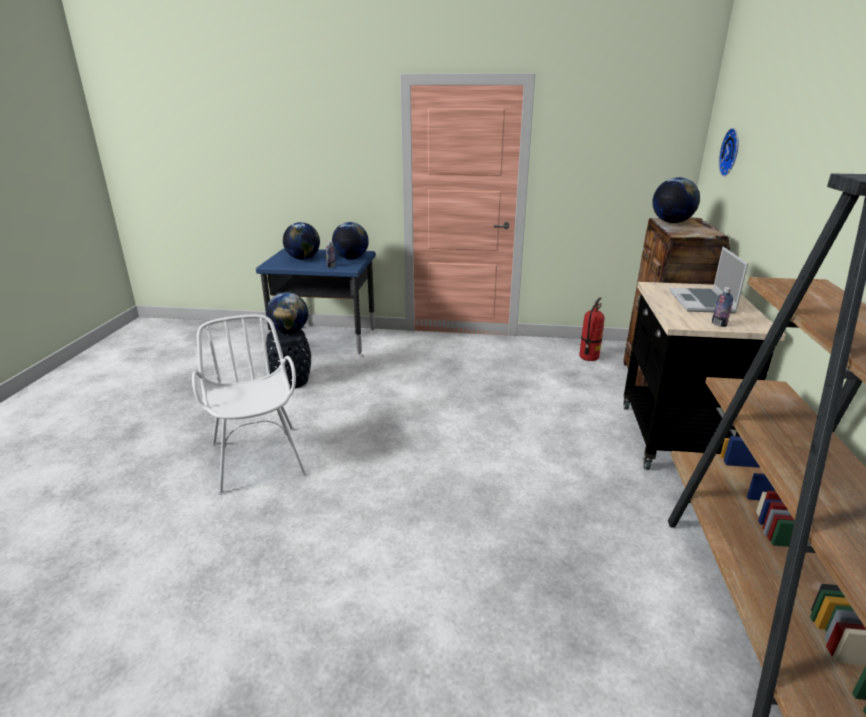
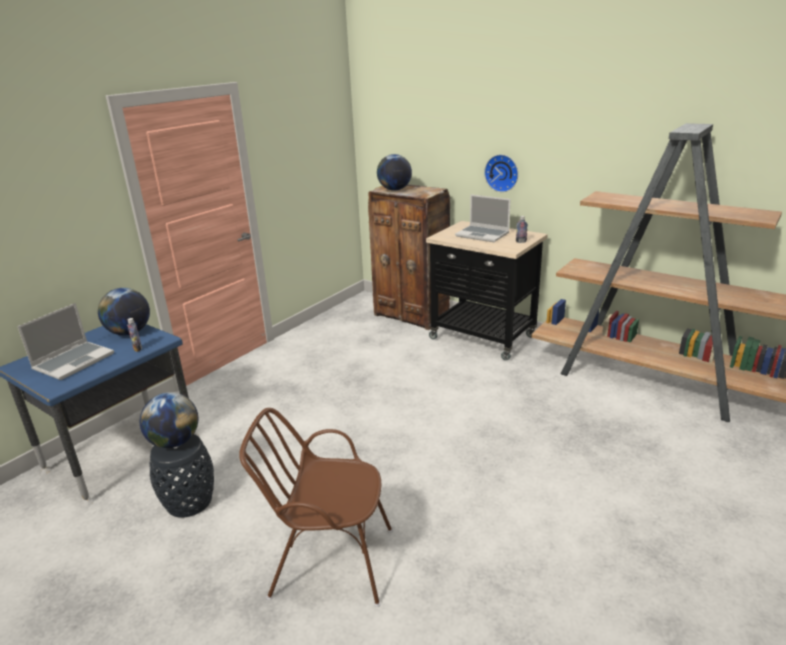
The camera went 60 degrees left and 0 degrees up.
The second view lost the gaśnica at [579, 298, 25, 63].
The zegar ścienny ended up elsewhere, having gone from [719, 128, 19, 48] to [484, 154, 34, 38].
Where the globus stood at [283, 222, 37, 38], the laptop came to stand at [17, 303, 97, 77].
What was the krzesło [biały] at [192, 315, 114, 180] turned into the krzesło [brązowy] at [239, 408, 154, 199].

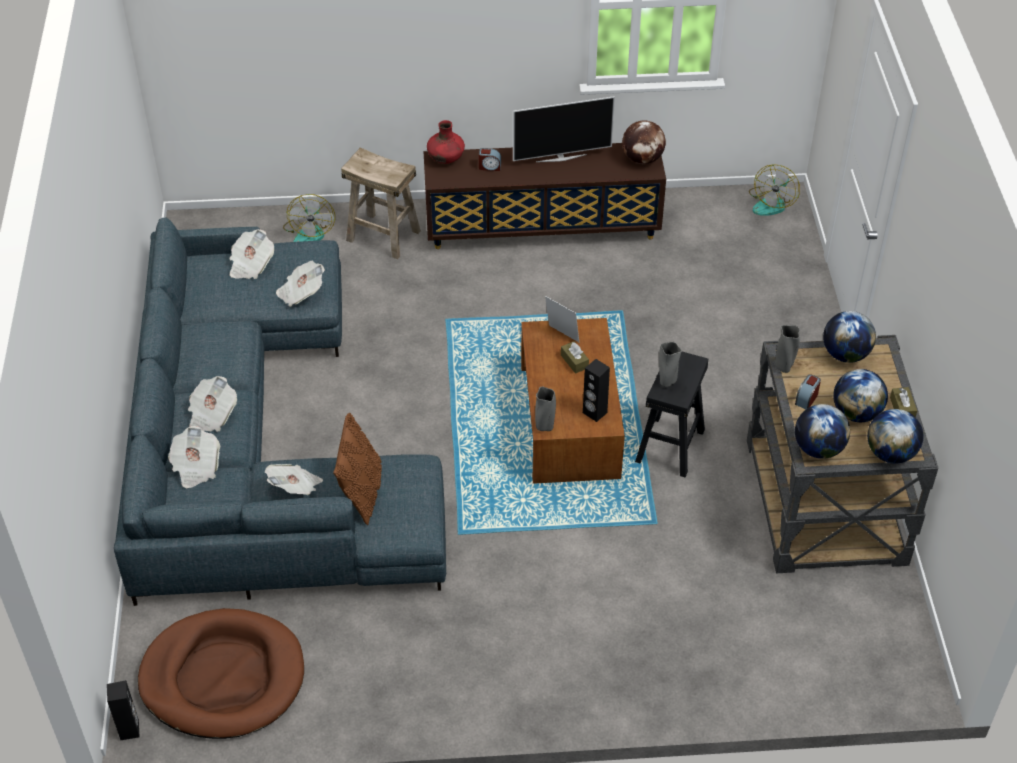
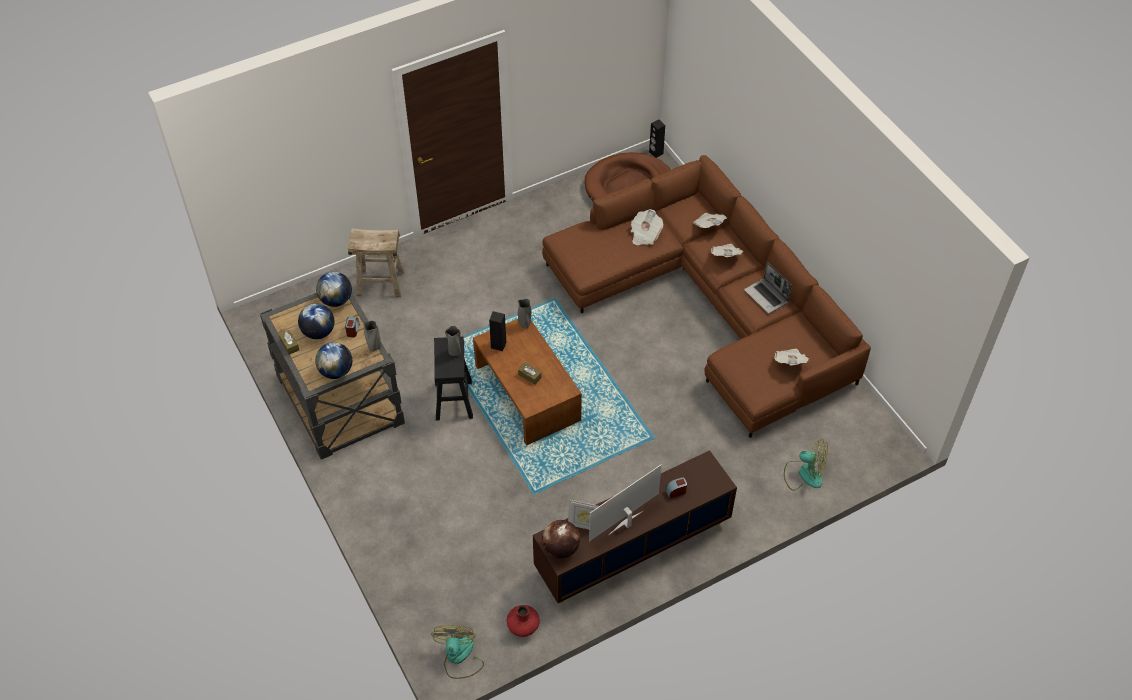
The camera went 155 degrees right and 5 degrees up.
The second view lost the gazeta at [276, 261, 49, 46].
The second view lost the poduszka [brązowy] at [333, 413, 49, 112].
The second view lost the globus at [867, 409, 56, 55].
The second view gained the laptop at [744, 262, 48, 52].
The stołek [beżowy] ended up elsewhere, having gone from [341, 147, 80, 112] to [348, 228, 57, 70].
The wazon [czerwony] ended up elsewhere, having gone from [427, 120, 38, 44] to [507, 605, 33, 32].
The ramka na zdjęcie ended up elsewhere, having gone from [545, 296, 34, 46] to [568, 500, 31, 30].
What was the kanapa [niebieski] at [114, 218, 332, 388] turned into the kanapa [brązowy] at [542, 155, 329, 283].
The wentylator at [283, 194, 52, 48] ended up facing another way, 135 degrees clockwise from before.

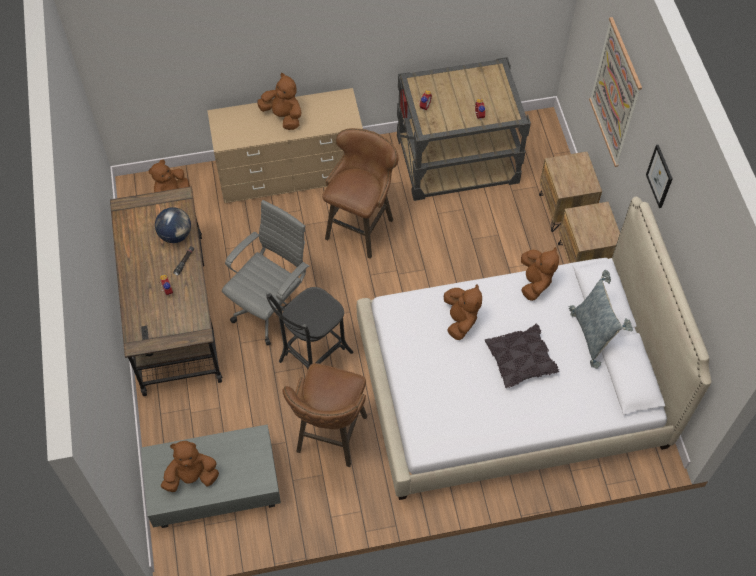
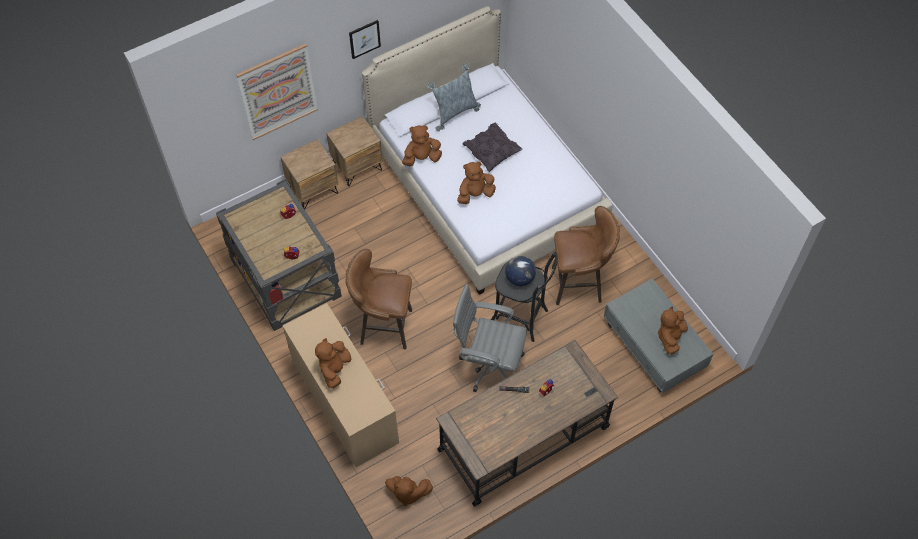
The camera went 110 degrees left and 0 degrees up.
The globus ended up elsewhere, having gone from [155, 207, 36, 36] to [505, 256, 31, 30].
The pluszak [brązowy] at [161, 441, 58, 51] ended up facing another way, 60 degrees clockwise from before.

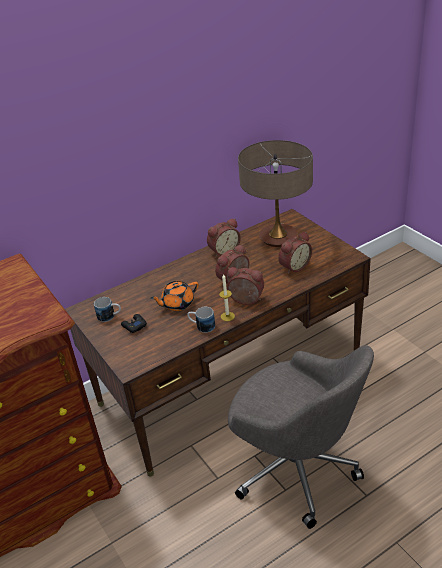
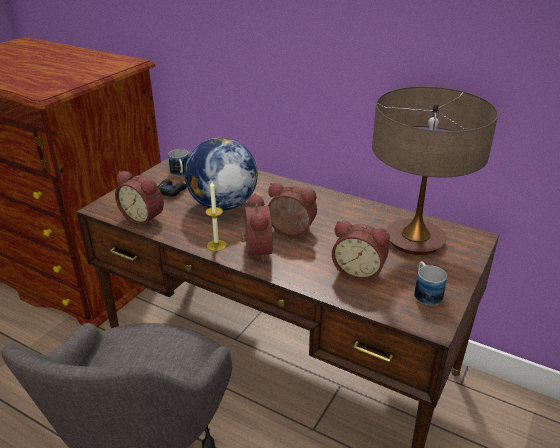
The camera went 60 degrees right and 5 degrees down.
The kubek ended up elsewhere, having gone from [187, 307, 28, 26] to [414, 261, 33, 45].
The budzik ended up elsewhere, having gone from [207, 219, 34, 39] to [115, 171, 49, 55].
Where the imbryk [pomarańczowy] stood at [150, 281, 49, 30], the globus came to stand at [184, 137, 74, 74].

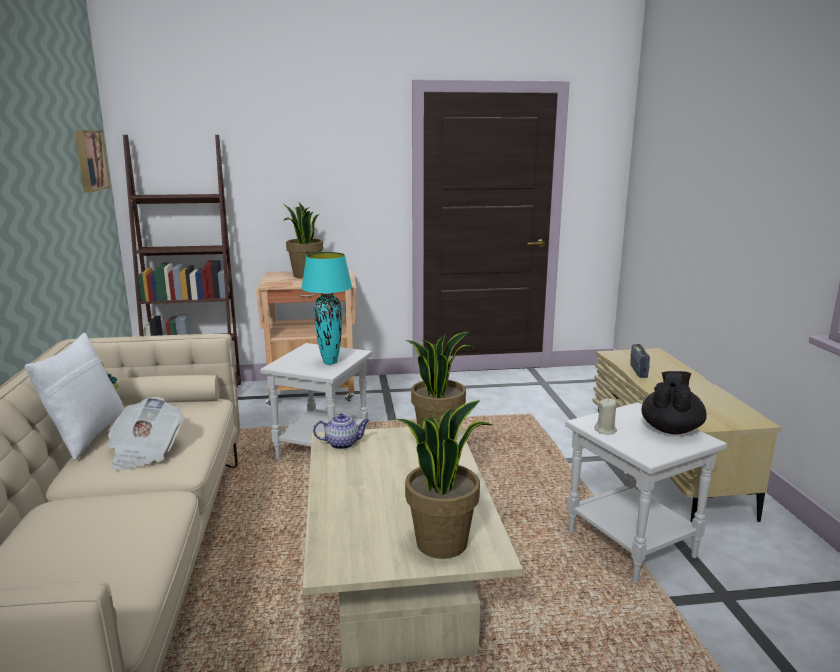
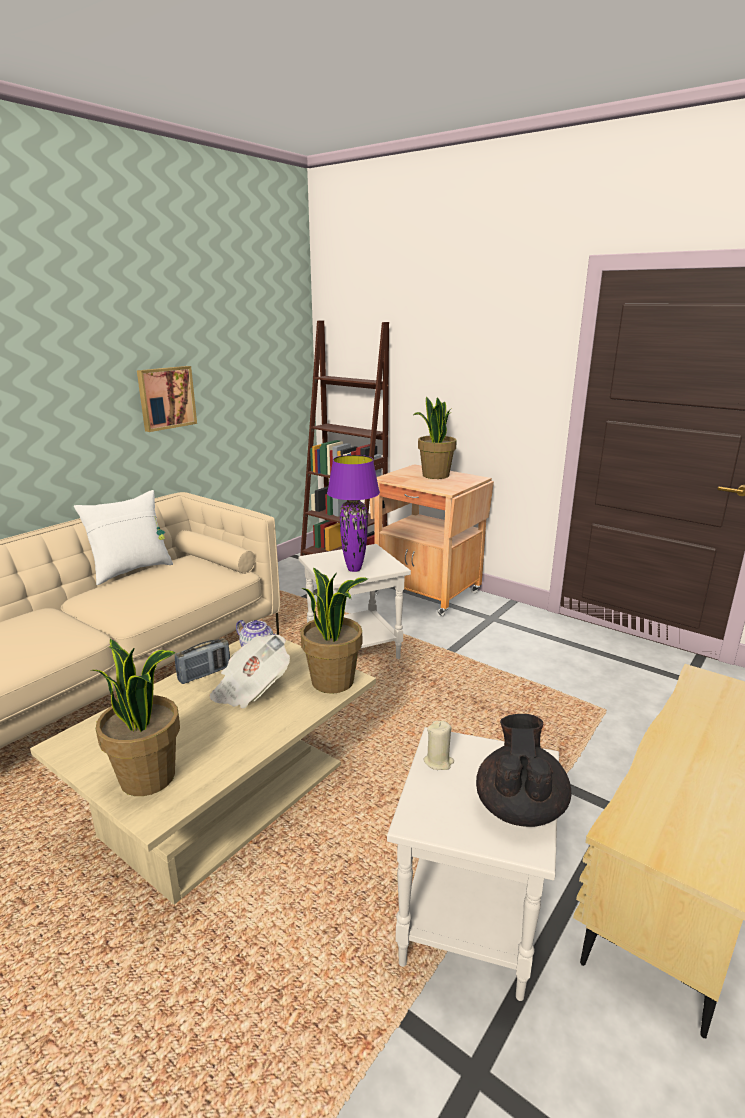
The camera went 45 degrees right and 5 degrees up.
The obraz ended up elsewhere, having gone from [75, 130, 36, 62] to [137, 366, 60, 66].
The gazeta ended up elsewhere, having gone from [107, 397, 77, 73] to [210, 635, 80, 74].
The radio ended up elsewhere, having gone from [631, 344, 19, 34] to [175, 638, 55, 46].
What was the lampa stołowa [turkusowy] at [301, 252, 51, 113] turned into the lampa stołowa [fioletowy] at [327, 455, 53, 117].
The imbryk [czarny] at [642, 371, 65, 63] ended up facing another way, 60 degrees counterclockwise from before.

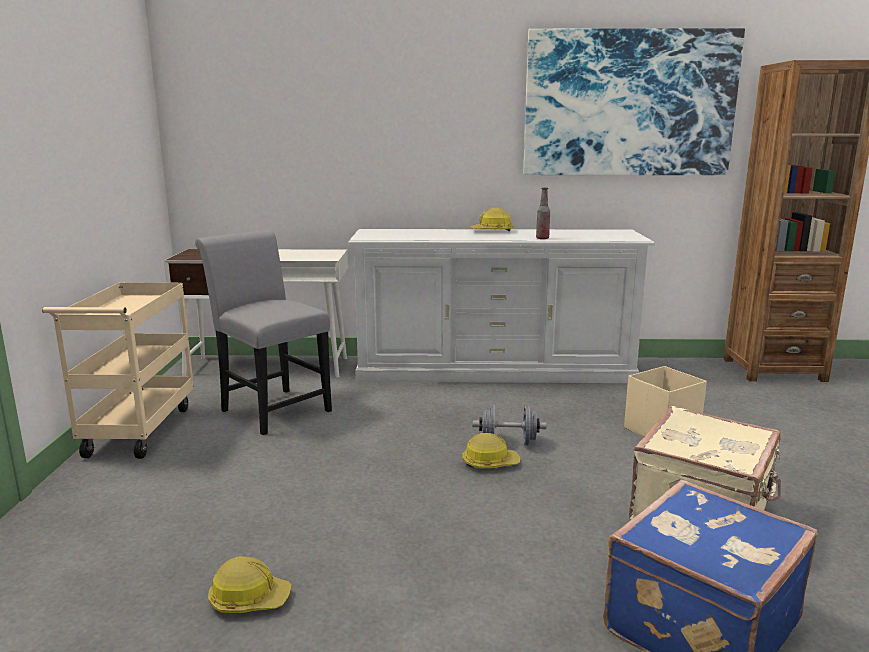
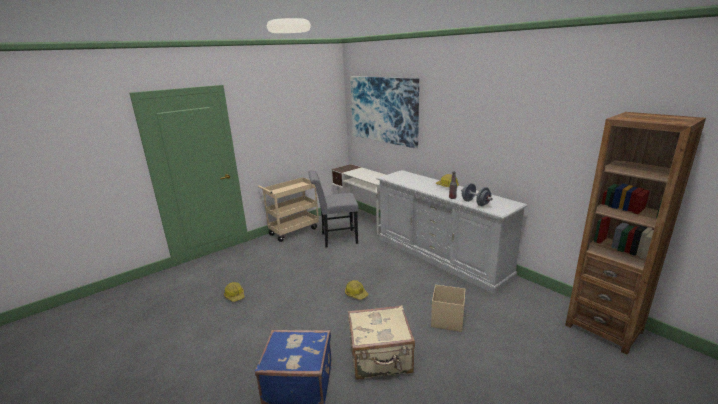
The camera went 50 degrees right and 5 degrees up.
The hantel [szary] ended up elsewhere, having gone from [473, 404, 73, 41] to [461, 183, 32, 23].
The obraz ended up elsewhere, having gone from [523, 28, 222, 147] to [350, 76, 69, 73].
The krzesło [szary] at [195, 230, 137, 205] ended up facing another way, 105 degrees counterclockwise from before.

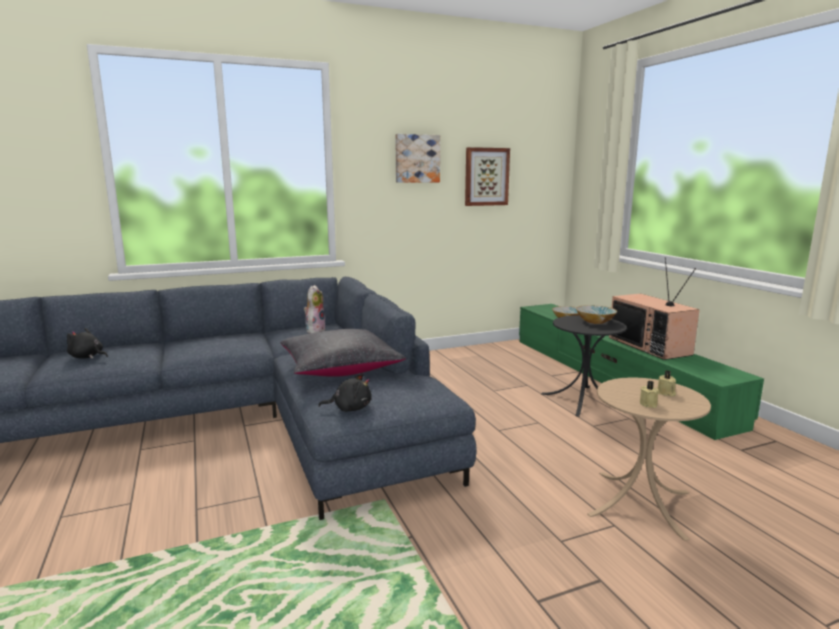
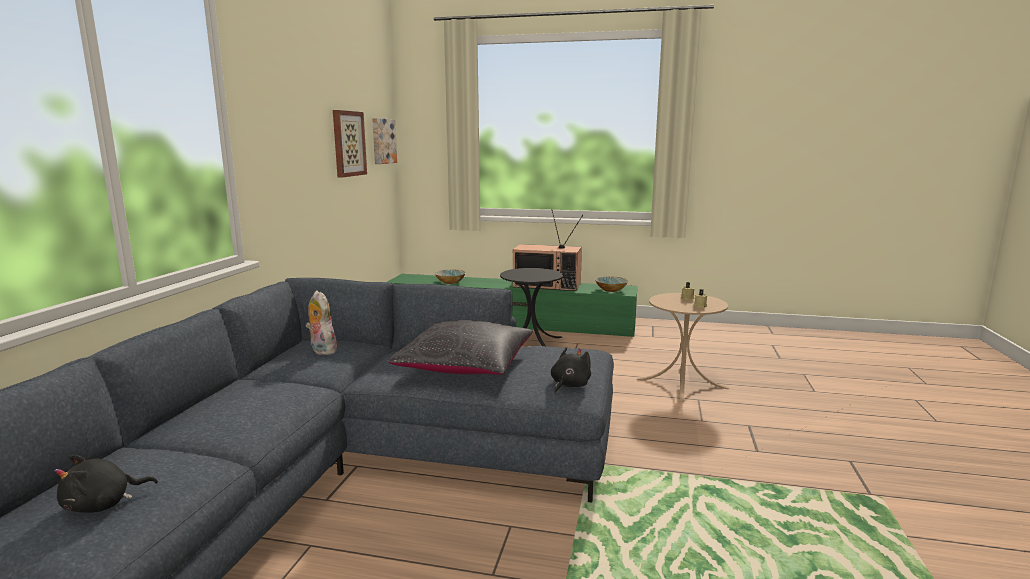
The camera went 55 degrees left and 0 degrees up.
The obraz ended up elsewhere, having gone from [395, 134, 45, 49] to [372, 118, 25, 46].
The miska ended up elsewhere, having gone from [576, 305, 41, 19] to [595, 276, 33, 16].

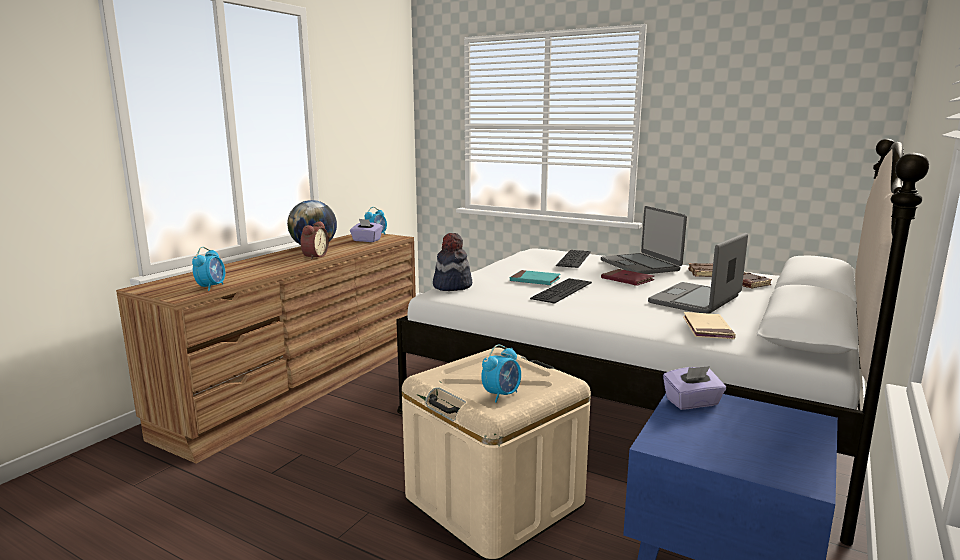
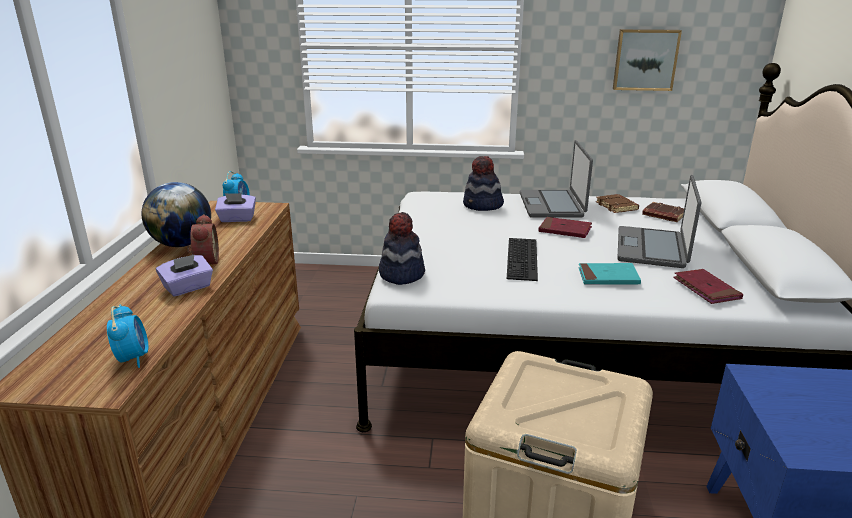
The camera went 25 degrees left and 10 degrees up.
The second view lost the budzik at [481, 345, 40, 57].
The second view gained the obraz at [613, 29, 69, 62].
The książka [turkusowy] ended up elsewhere, having gone from [510, 270, 51, 15] to [578, 263, 63, 22].
The pudełko chusteczek [fioletowy] ended up elsewhere, having gone from [663, 366, 63, 44] to [156, 255, 57, 42].
Where the klawiatura stood at [556, 250, 35, 18], the kapelusz came to stand at [463, 156, 41, 55].
What was the książka [beżowy] at [683, 312, 53, 27] turned into the książka [czerwony] at [673, 269, 70, 35].
The laptop at [601, 206, 86, 68] ended up facing another way, 45 degrees clockwise from before.

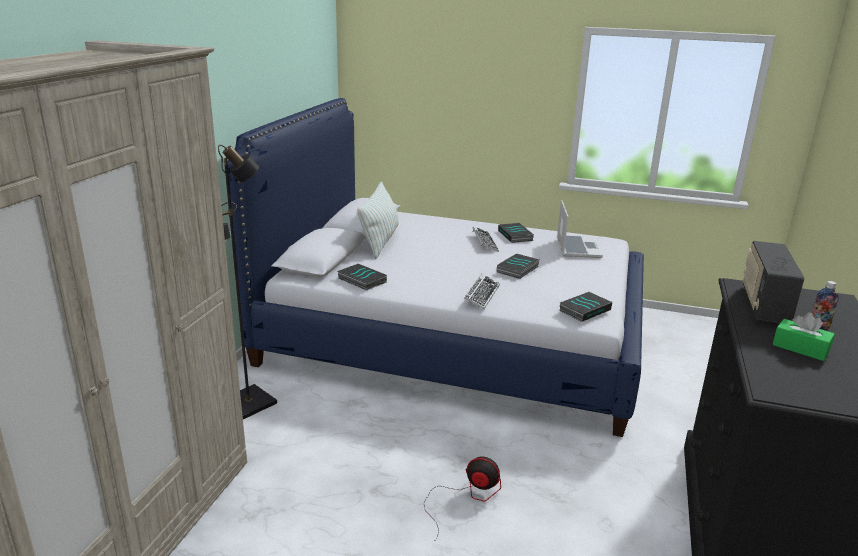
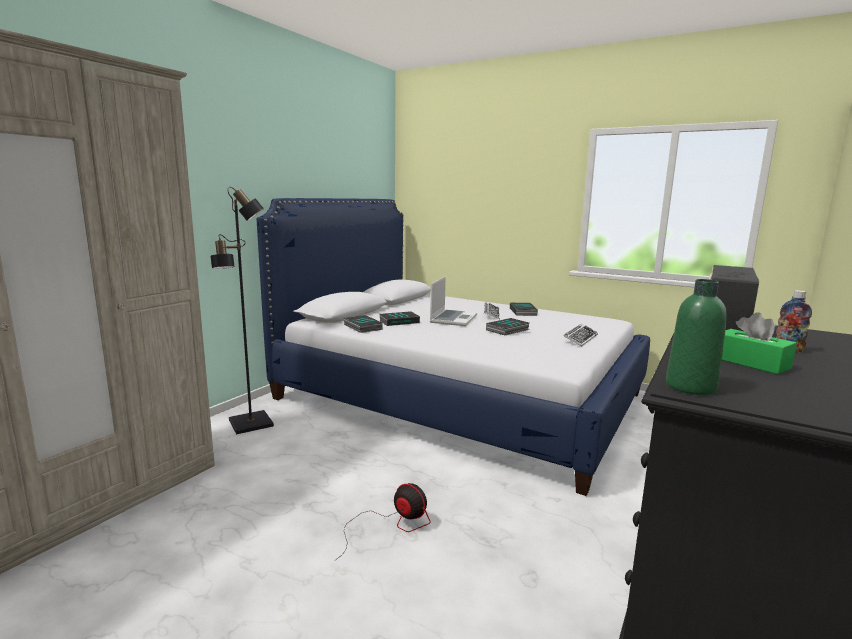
The camera went 15 degrees right and 10 degrees down.
The second view lost the poduszka at [357, 182, 42, 77].
The second view gained the butelka [zielony] at [666, 279, 61, 116].
The klawiatura ended up elsewhere, having gone from [464, 274, 36, 35] to [563, 324, 35, 23].
The laptop ended up elsewhere, having gone from [557, 200, 46, 58] to [430, 276, 47, 50].
The książka ended up elsewhere, having gone from [559, 292, 53, 30] to [379, 311, 41, 15].

